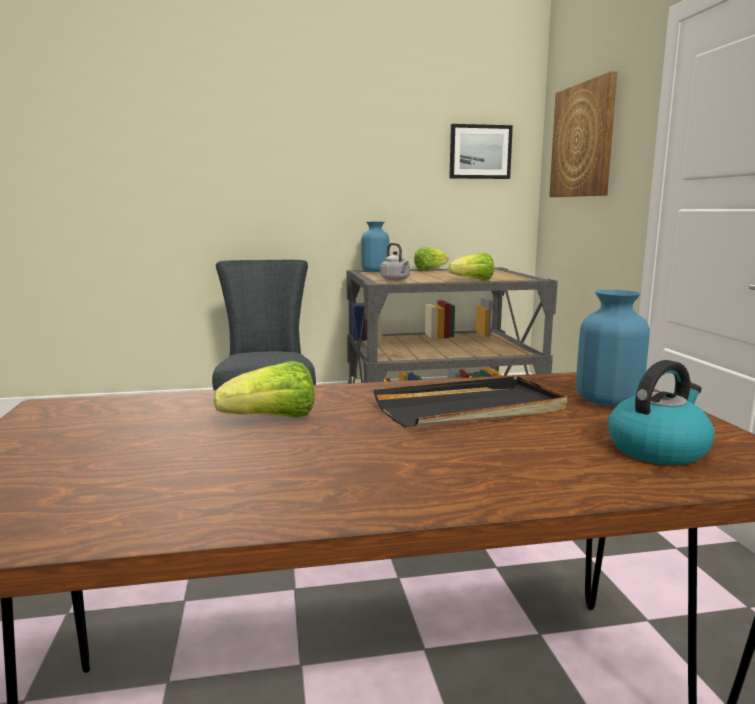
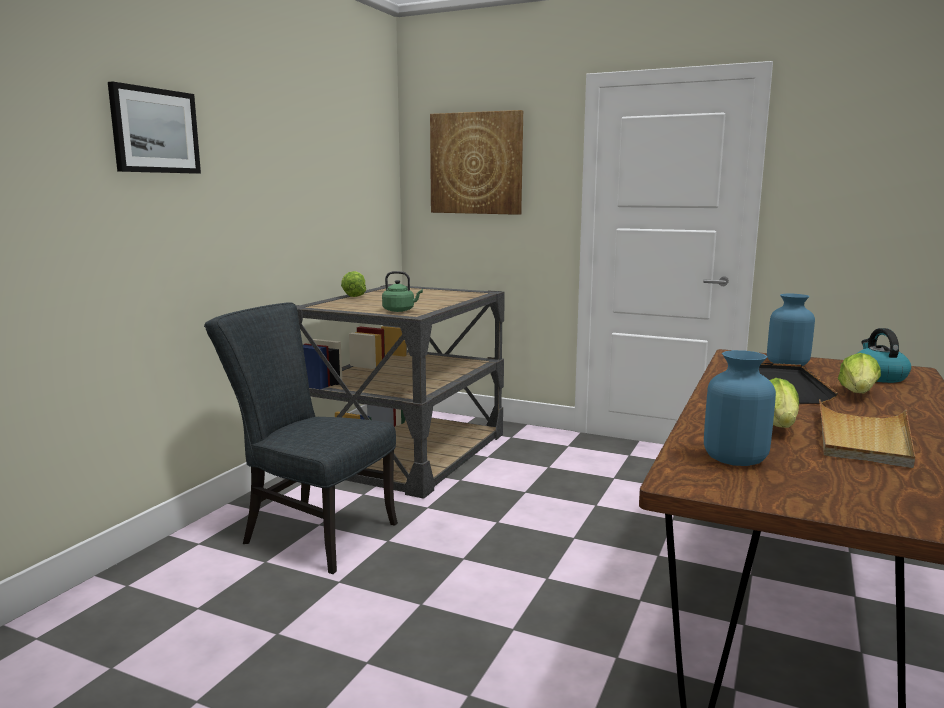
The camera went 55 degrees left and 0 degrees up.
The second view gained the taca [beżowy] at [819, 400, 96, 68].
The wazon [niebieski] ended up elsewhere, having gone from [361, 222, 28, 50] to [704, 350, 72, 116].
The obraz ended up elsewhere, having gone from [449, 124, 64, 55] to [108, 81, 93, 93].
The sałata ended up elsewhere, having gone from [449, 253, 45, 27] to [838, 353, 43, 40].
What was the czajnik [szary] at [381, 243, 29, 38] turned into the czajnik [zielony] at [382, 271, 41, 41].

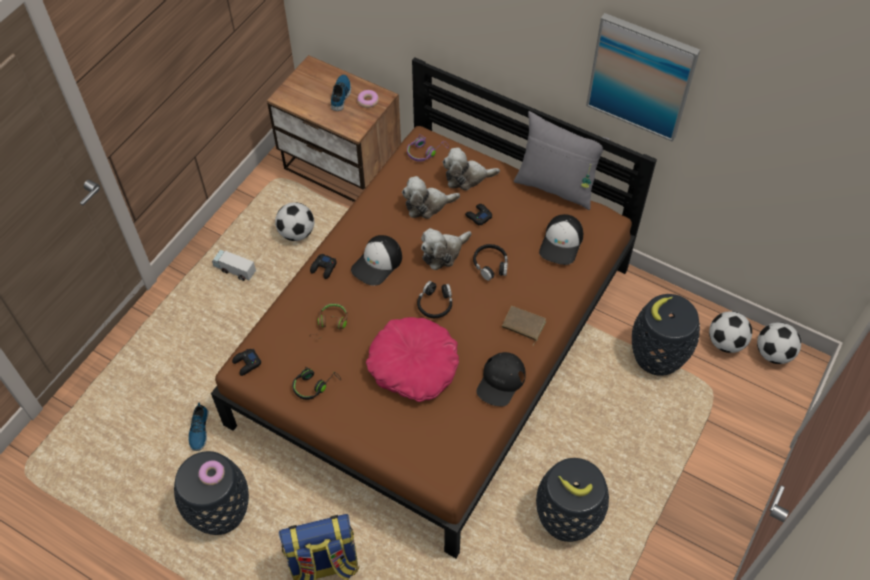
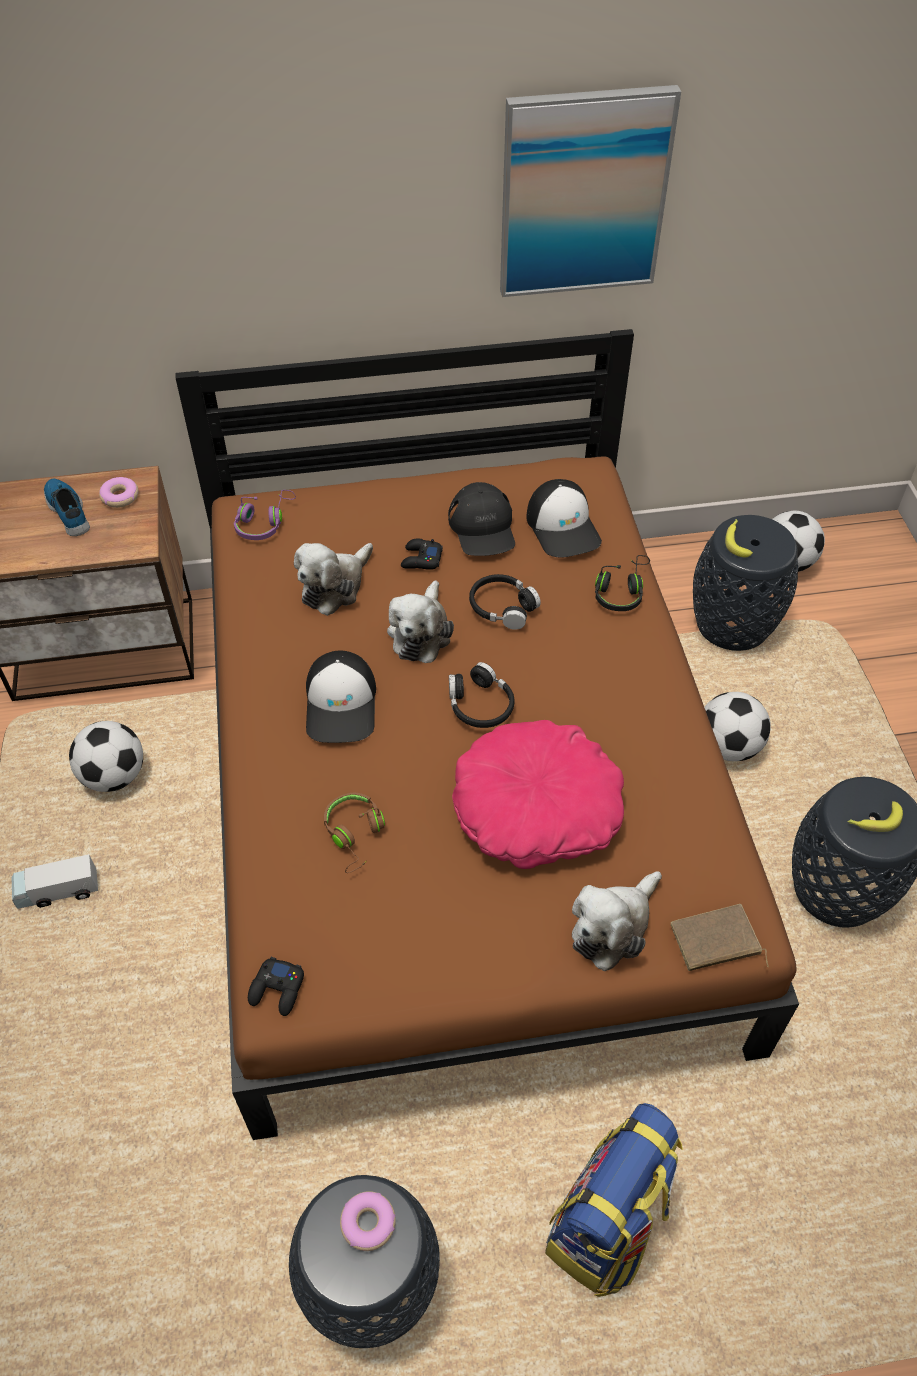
The camera went 40 degrees left and 5 degrees down.
The second view lost the but at [188, 403, 21, 48].
The second view lost the pad do gier [czarny] at [310, 253, 27, 26].
The second view lost the poduszka [szary] at [514, 111, 95, 99].
The słuchawki [czarny] ended up elsewhere, having gone from [292, 367, 49, 33] to [595, 555, 55, 56].
The pluszak ended up elsewhere, having gone from [443, 148, 57, 43] to [572, 871, 90, 100].
The czapka z daszkiem [czarny] ended up elsewhere, having gone from [476, 352, 50, 54] to [448, 482, 67, 74].
The książka [brązowy] ended up elsewhere, having gone from [502, 306, 44, 39] to [670, 904, 99, 67].
The piłka futbolowa ended up elsewhere, having gone from [757, 322, 44, 42] to [704, 692, 67, 69].

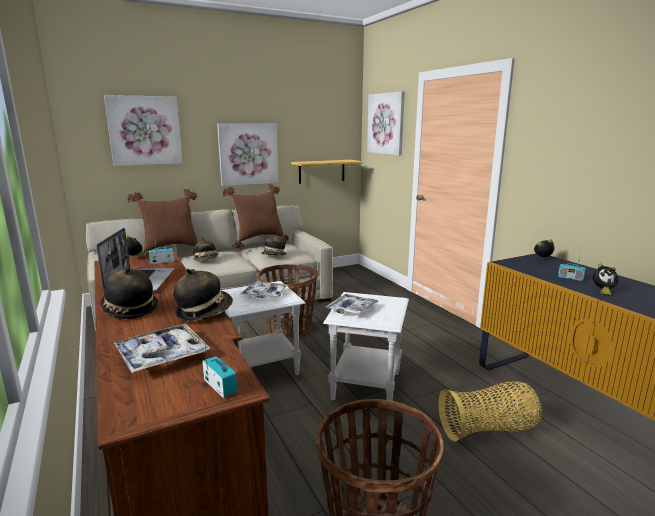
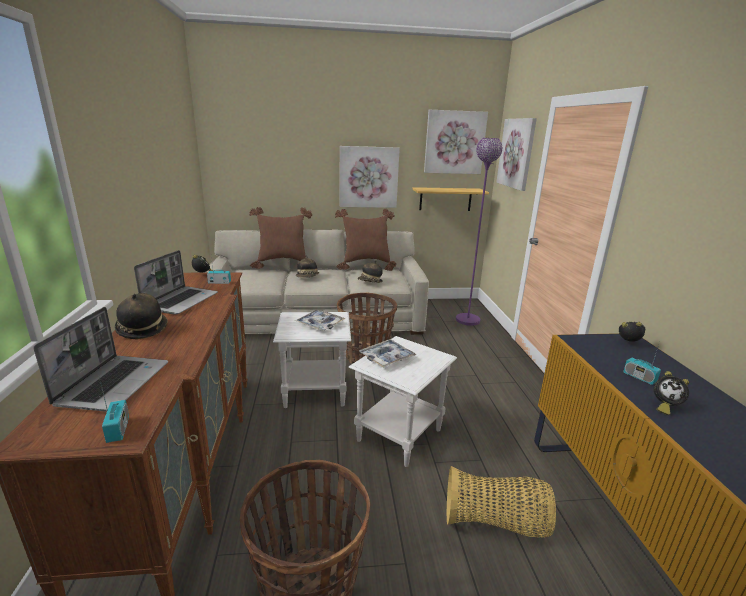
The camera went 20 degrees right and 5 degrees up.
The second view lost the kapelusz at [173, 269, 60, 53].
The second view gained the lampa stojąca [fioletowy] at [456, 138, 47, 188].
The obraz ended up elsewhere, having gone from [104, 95, 79, 71] to [424, 110, 64, 64].
Where the taca stood at [114, 324, 96, 49], the laptop came to stand at [33, 307, 135, 105].

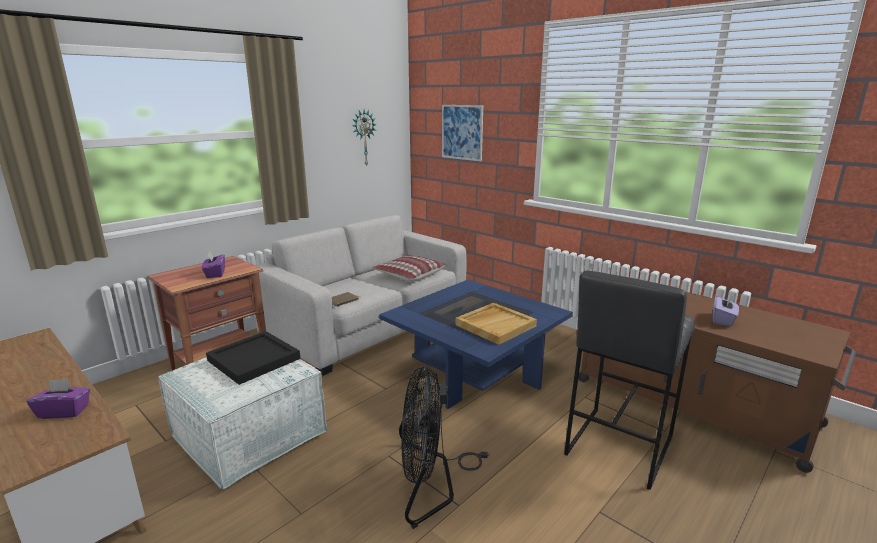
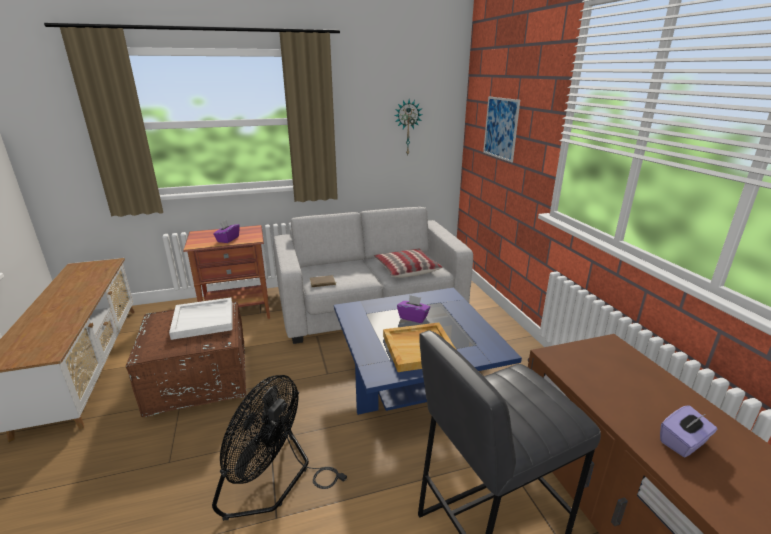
The camera went 30 degrees right and 5 degrees up.
The pudełko chusteczek [fioletowy] ended up elsewhere, having gone from [27, 379, 63, 40] to [397, 295, 33, 28].
What was the pufa [biały] at [158, 357, 169, 132] turned into the pufa [brązowy] at [126, 301, 120, 116].
What was the taca [czarny] at [206, 331, 94, 54] turned into the taca [biały] at [169, 298, 63, 42].

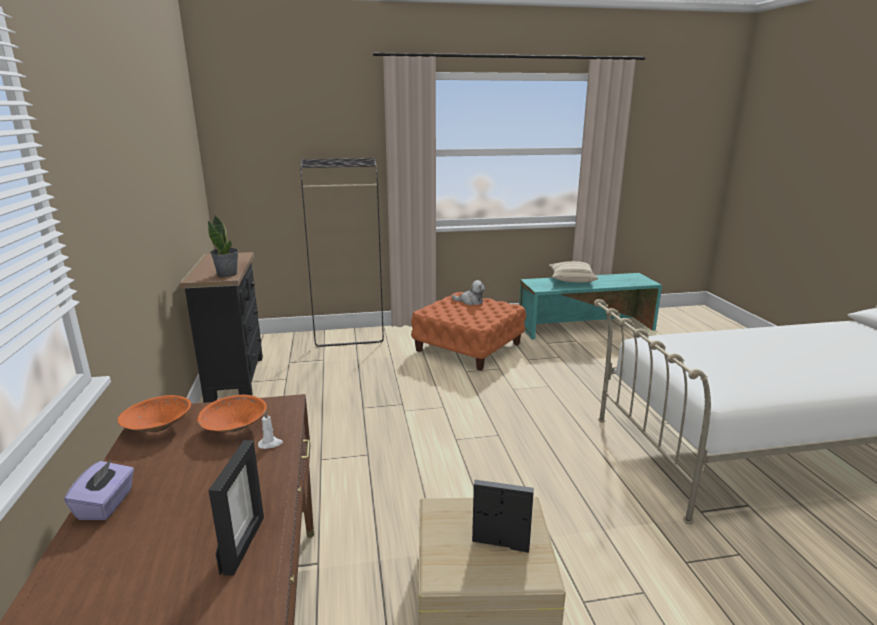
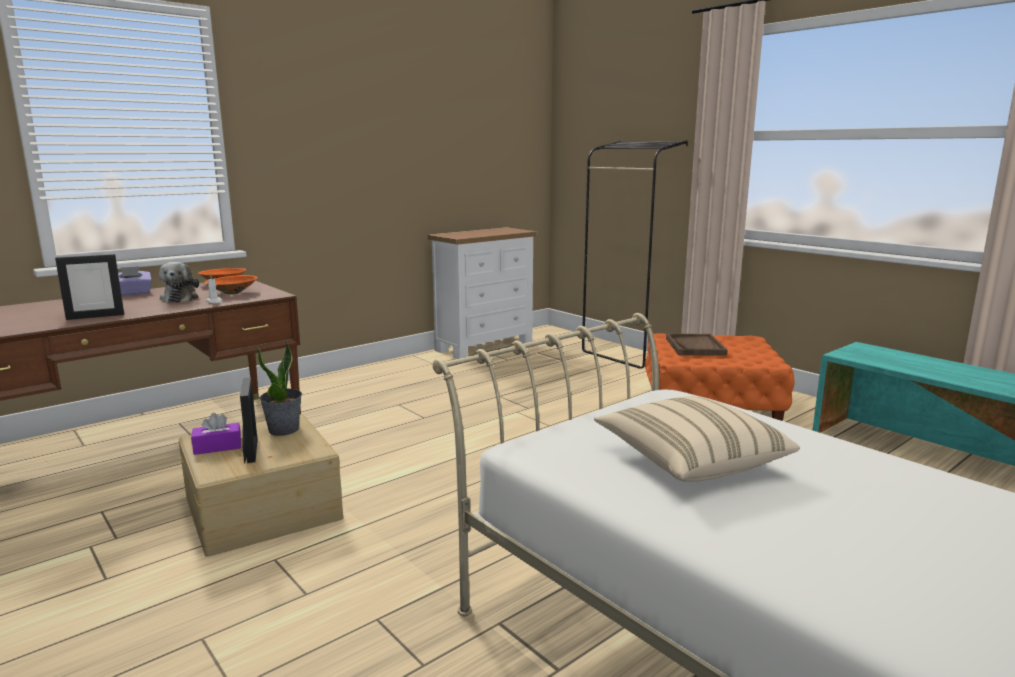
The camera went 60 degrees right and 5 degrees down.
The second view gained the pudełko chusteczek [fioletowy] at [191, 413, 50, 42].
The second view gained the taca [brązowy] at [666, 334, 61, 22].
The roślina doniczkowa ended up elsewhere, having gone from [208, 215, 31, 62] to [257, 340, 45, 96].
The pluszak ended up elsewhere, having gone from [452, 280, 33, 25] to [159, 262, 40, 41].
The poduszka [beżowy] ended up elsewhere, having gone from [549, 261, 49, 22] to [594, 396, 206, 86].
What was the komoda [czarny] at [180, 252, 83, 151] turned into the komoda [biały] at [428, 227, 109, 132].

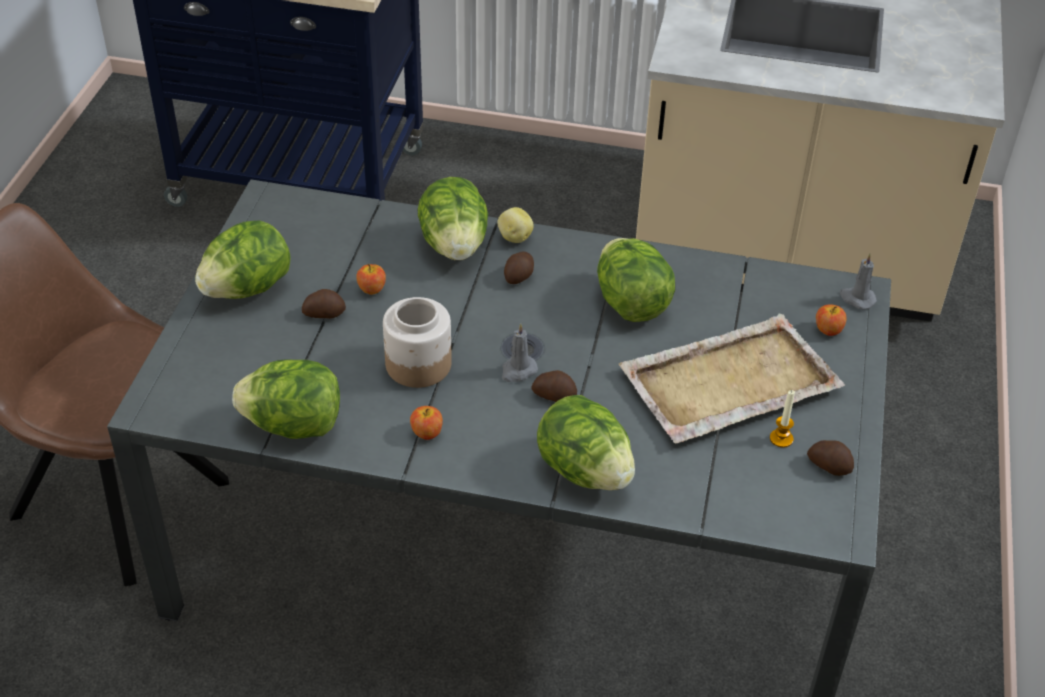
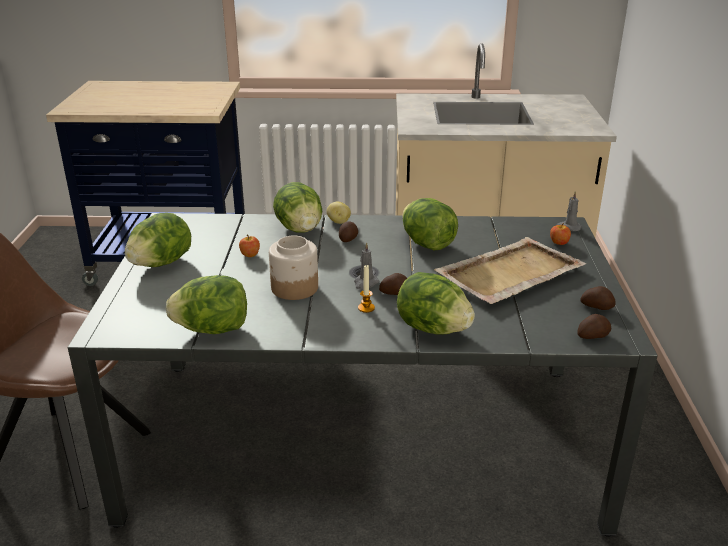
The camera went 10 degrees left and 15 degrees down.
The second view lost the jabłko at [410, 406, 33, 34].
The ziemniak ended up elsewhere, having gone from [302, 289, 44, 30] to [577, 314, 34, 25].
The świeca ended up elsewhere, having gone from [770, 390, 25, 58] to [358, 265, 17, 48].

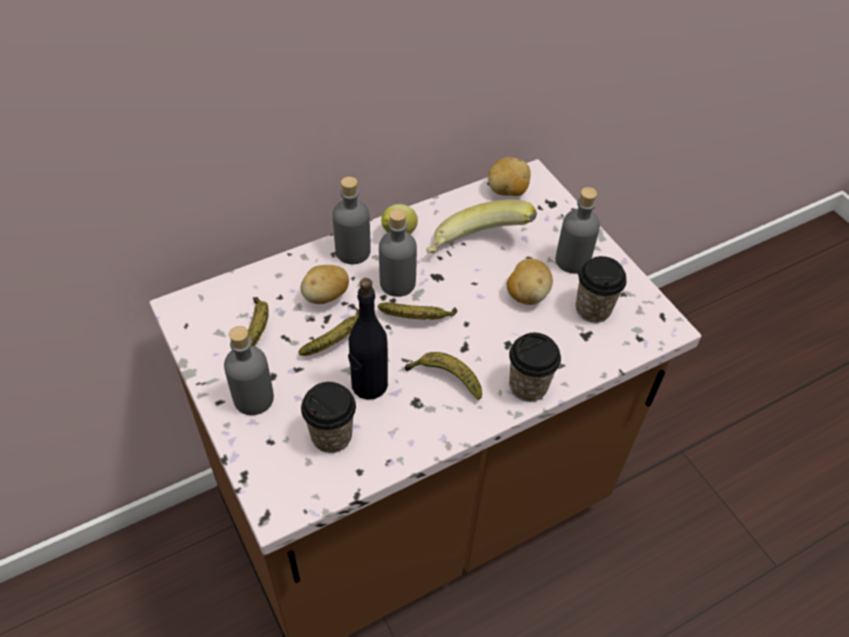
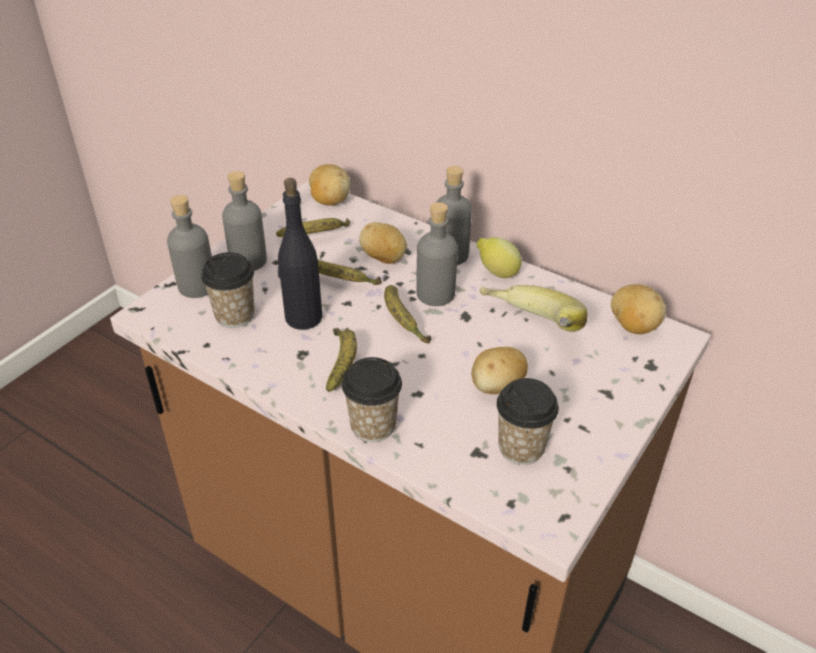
The camera went 65 degrees right and 10 degrees down.
The second view gained the ziemniak at [309, 164, 41, 41].
The butelka [szary] ended up elsewhere, having gone from [556, 187, 44, 87] to [167, 195, 45, 103].

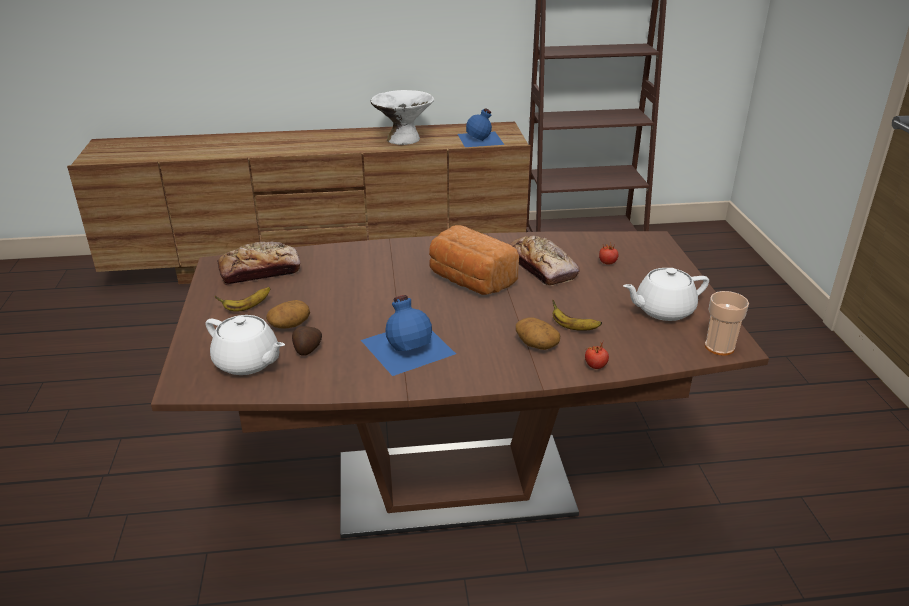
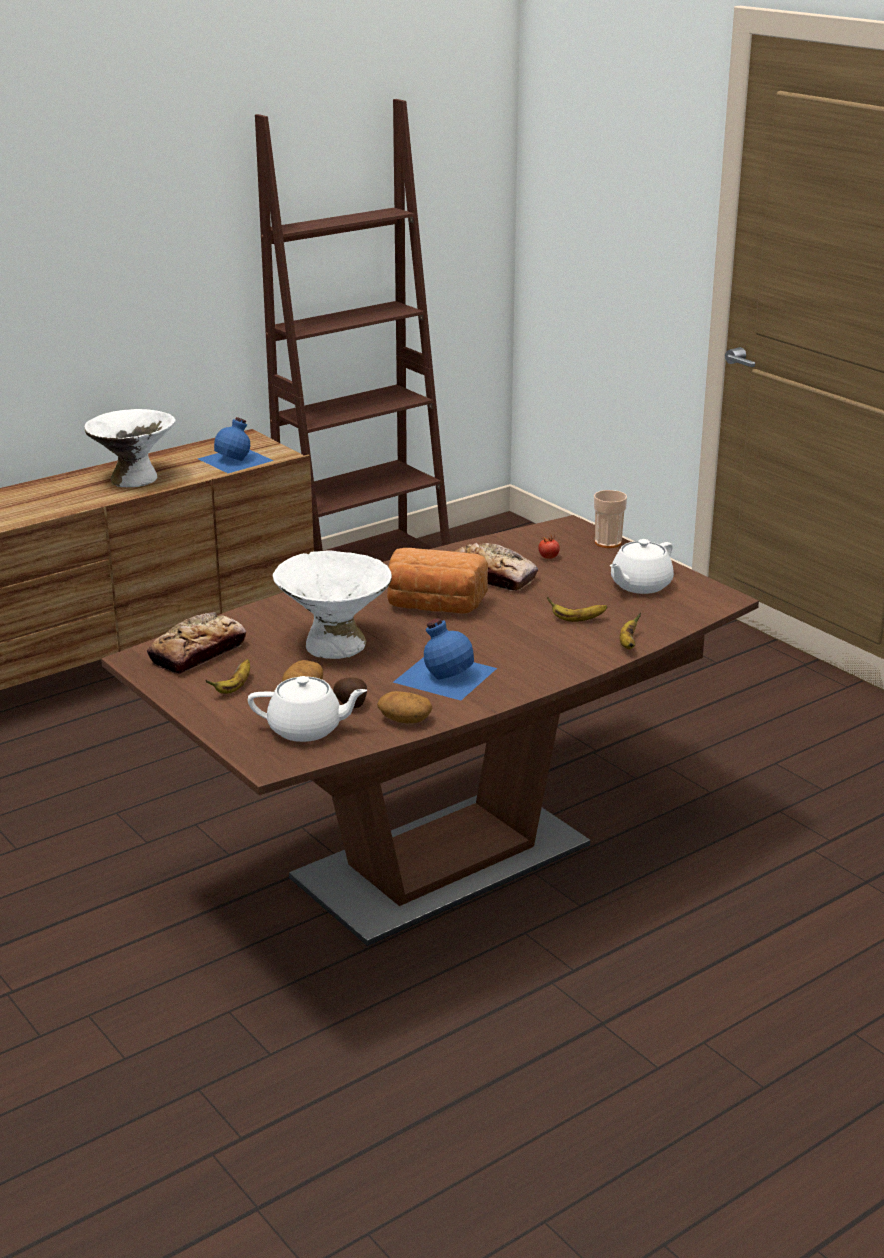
The camera went 30 degrees left and 5 degrees down.
The second view gained the miska [biały] at [273, 550, 119, 109].
The ziemniak ended up elsewhere, having gone from [516, 317, 44, 33] to [377, 691, 55, 32].
The filiżanka ended up elsewhere, having gone from [705, 291, 44, 65] to [594, 490, 33, 58].
Where the pomidor stood at [585, 341, 24, 28], the banan came to stand at [620, 613, 21, 36].

